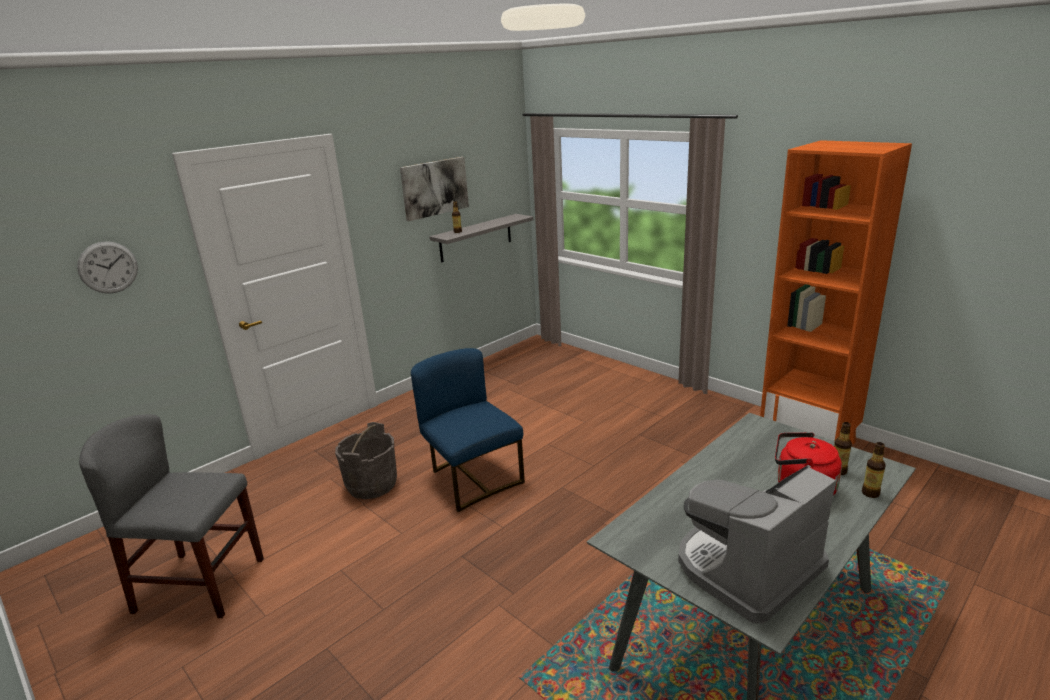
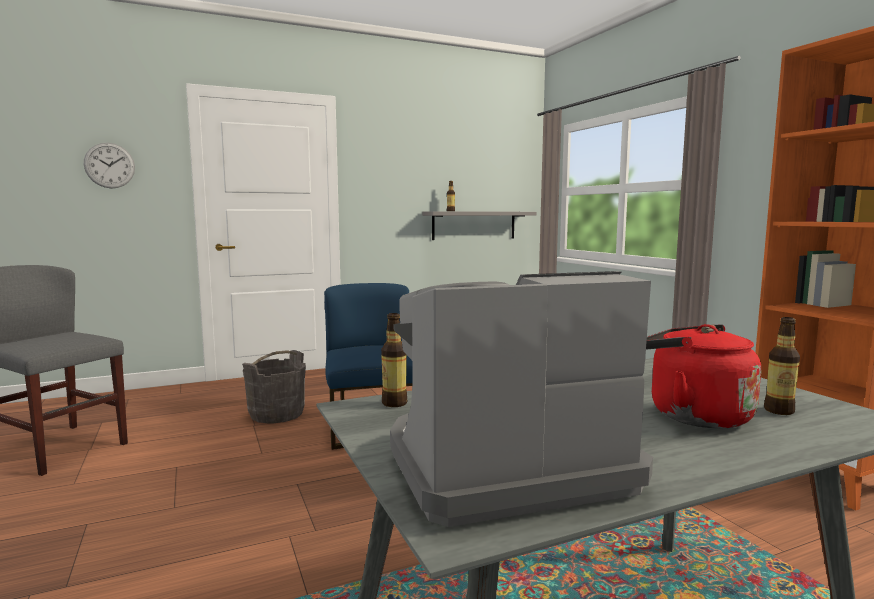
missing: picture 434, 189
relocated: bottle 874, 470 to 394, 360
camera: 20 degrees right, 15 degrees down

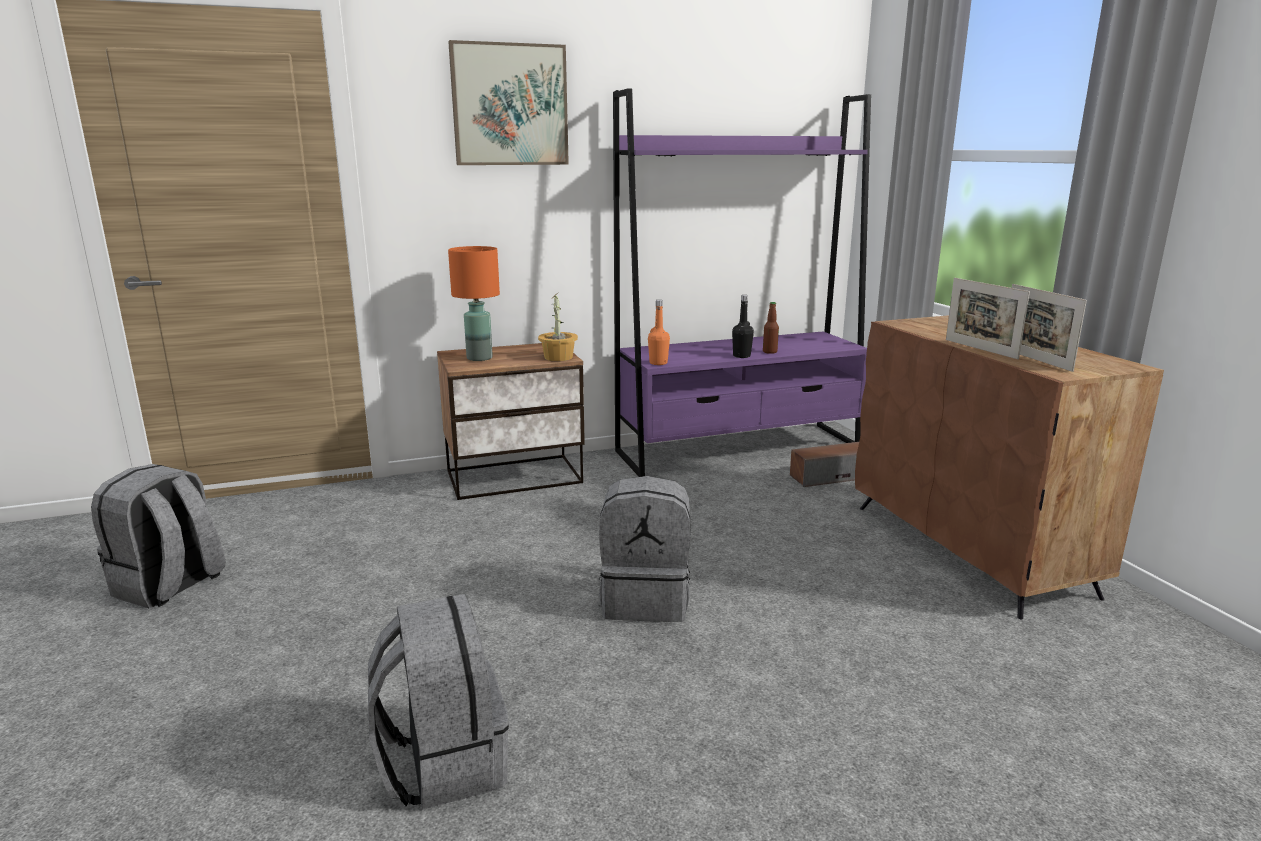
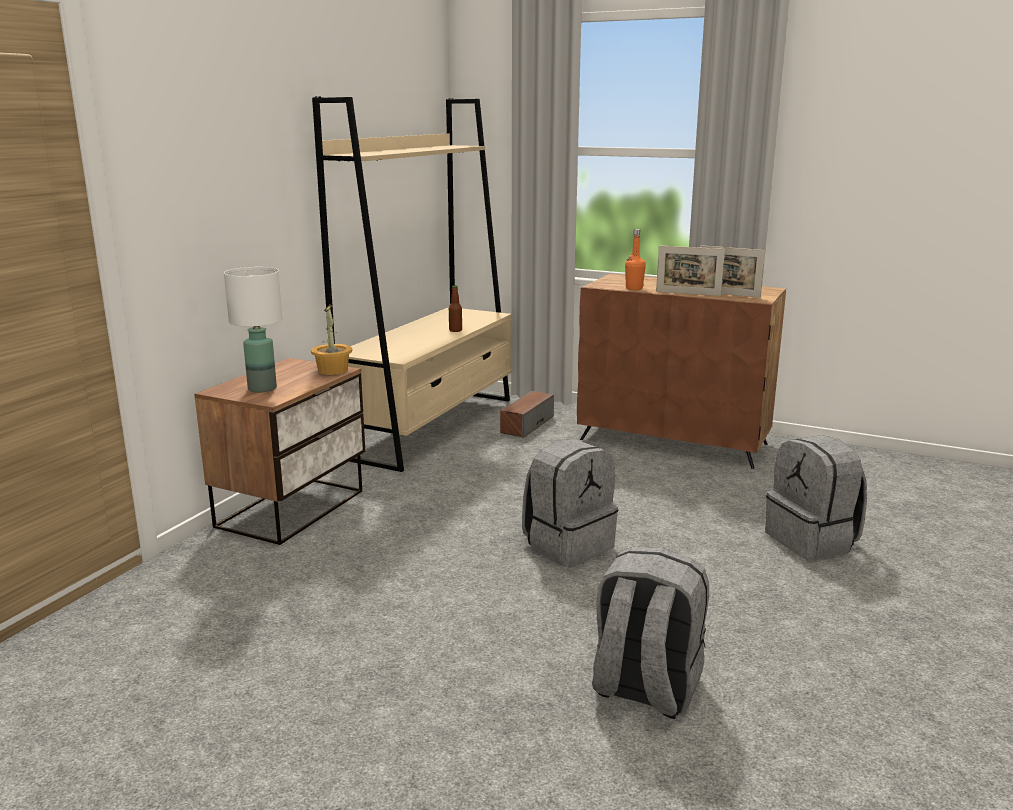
missing: picture 508, 102; bottle in black-coloured 743, 326
relocated: bottle in orange-coloured 659, 332 to 635, 259; knapsack in gray 158, 536 to 816, 497
colour: bookcase in purple 742, 282 to bookcase in sand-coloured 412, 284; lamp for a table in orange-coloured 474, 303 to lamp for a table in white 253, 330
camera: 45 degrees left, 0 degrees up

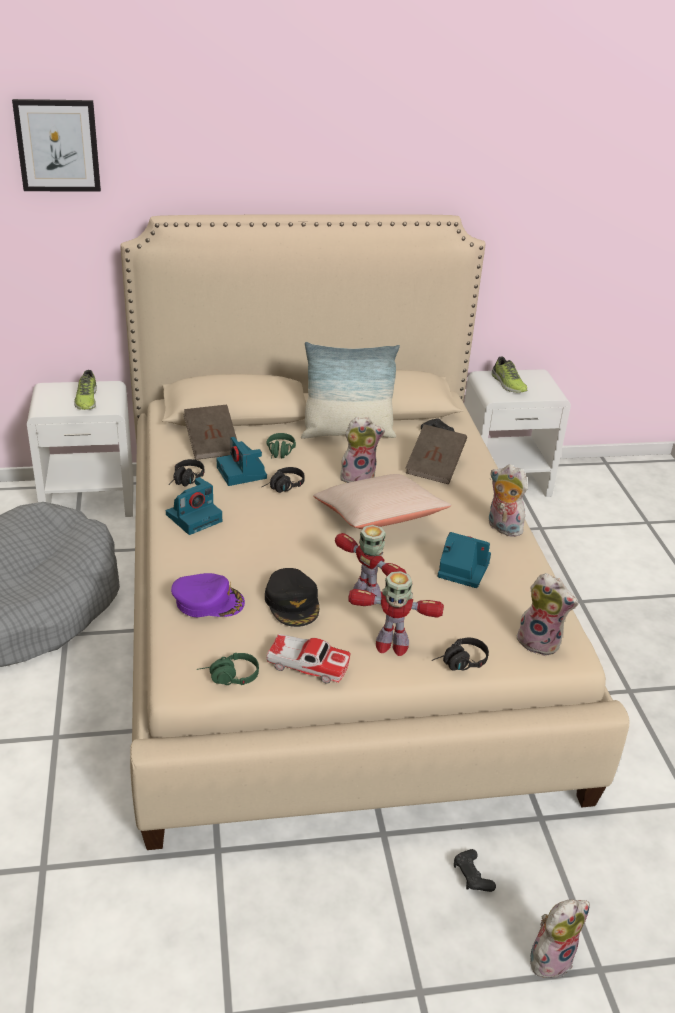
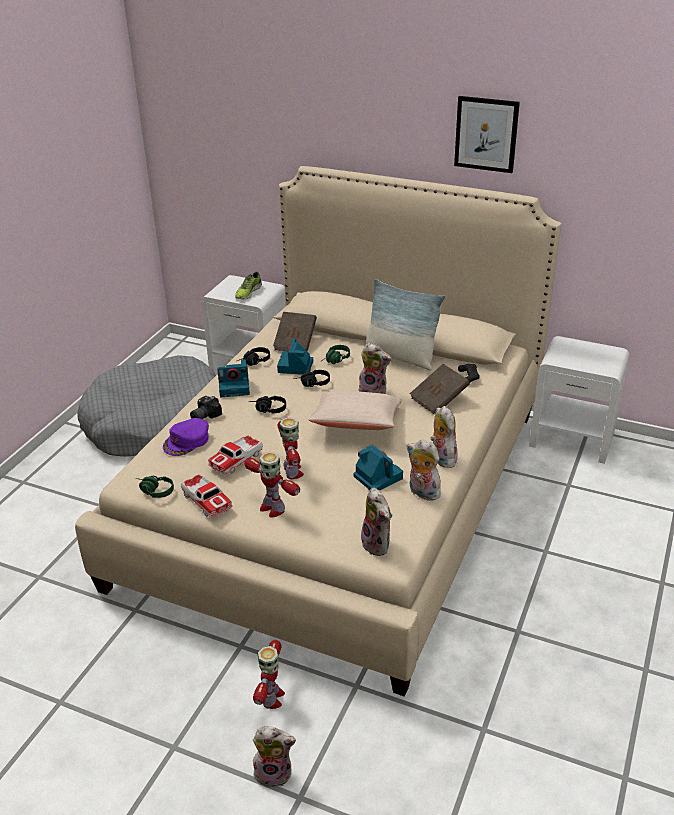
missing: shoe 509, 374
appeared: photo camera 206, 407; soft toy 425, 470
relocated: picture 56, 145 to 487, 134; headphones in black-coloured 460, 654 to 267, 405
exchanged: peaked cap in black-coloured 292, 597 to toy car 235, 455; joypad in black-coloured 475, 870 to robot figure 269, 674
spun: peaked cap in purple 208, 595 = 186, 437 90 degrees clockwise
camera: 35 degrees right, 0 degrees up

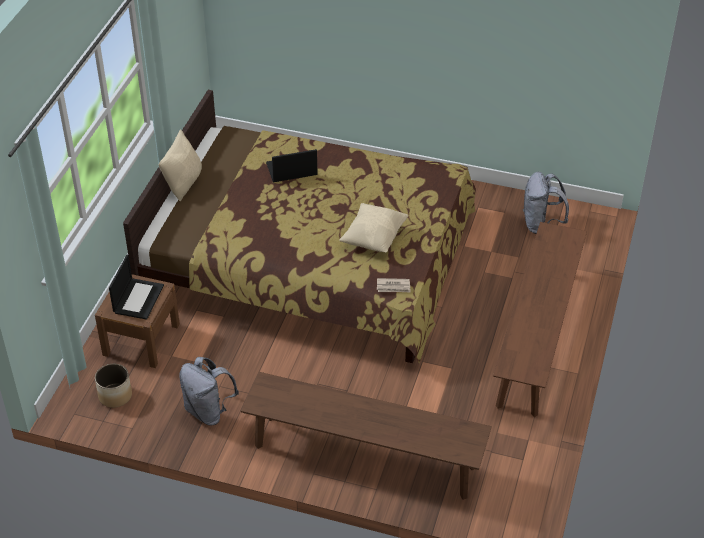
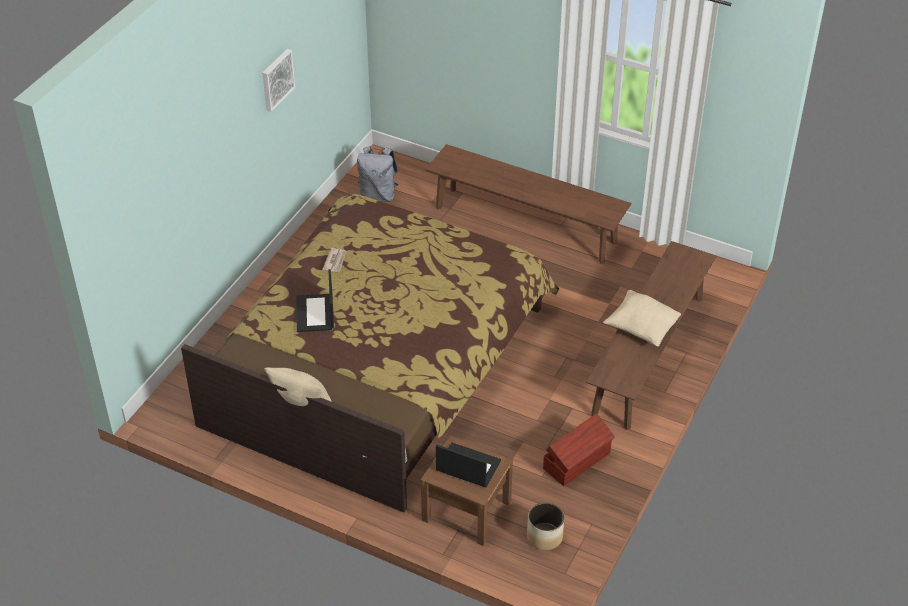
appeared: picture 279, 80
relocated: throw pillow in sand-coloured 373, 227 to 642, 318; daily paper 394, 285 to 334, 260
exchanged: knapsack in gray 209, 391 to storage container in brown-coloured 579, 449
camera: 80 degrees left, 0 degrees up

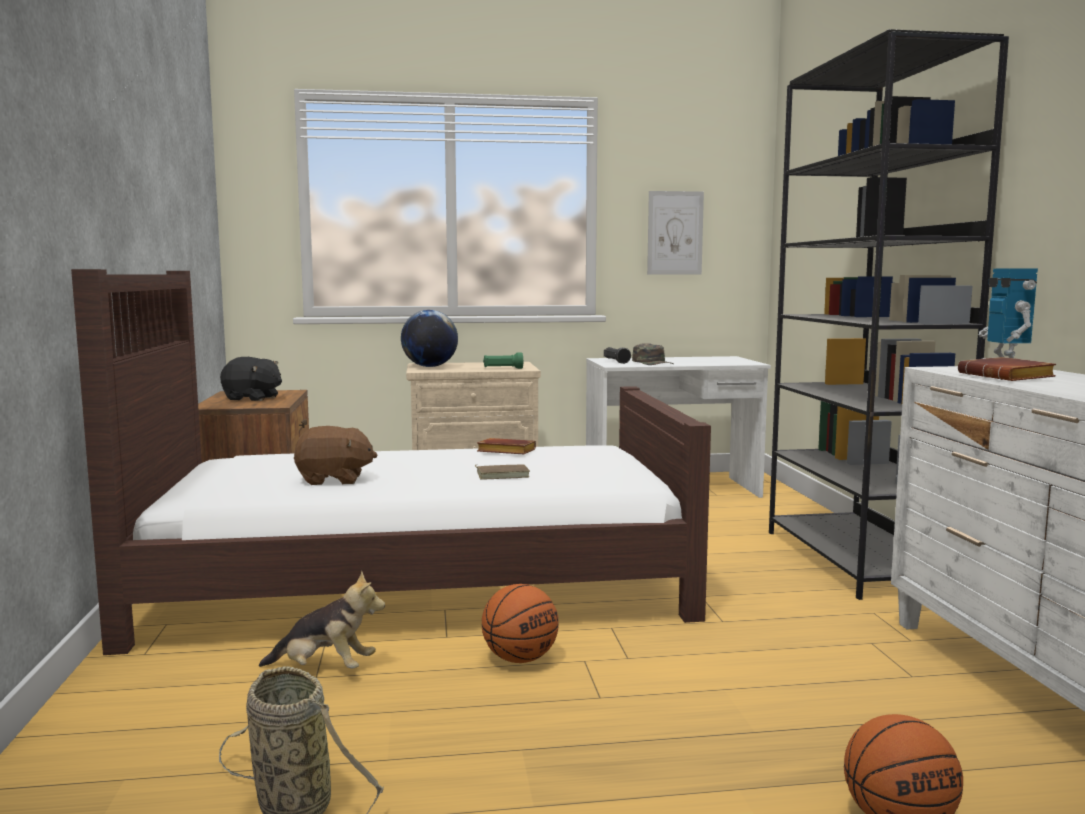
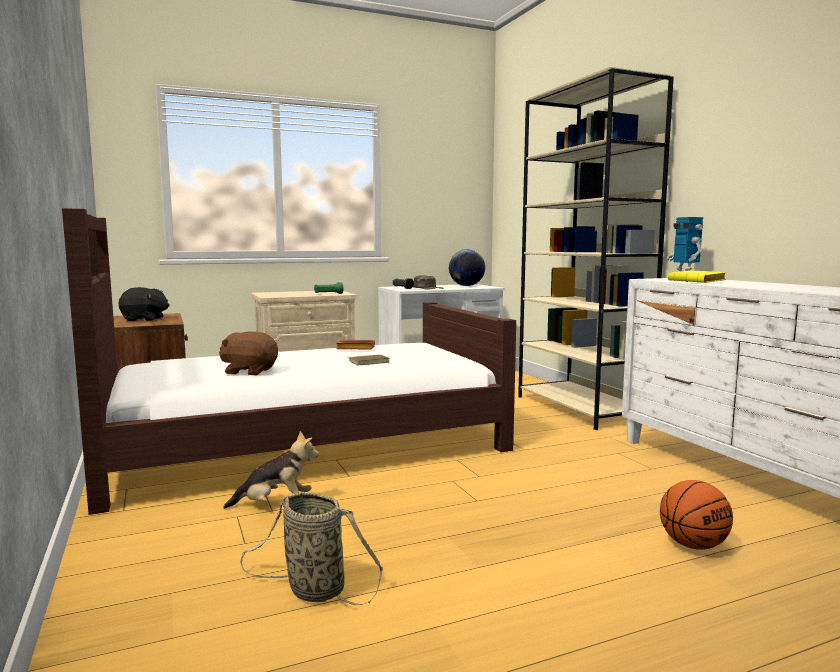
missing: picture 675, 232; basketball 520, 623
relocated: world globe 429, 338 to 467, 267
colour: bookcase in black-coloured 889, 314 to bookcase in sand-coloured 596, 248; book in brown-coloured 1007, 369 to book in yellowish 697, 276
spun: soft toy in brown-coloured 335, 455 = 248, 353 150 degrees counterclockwise
camera: 15 degrees left, 0 degrees up

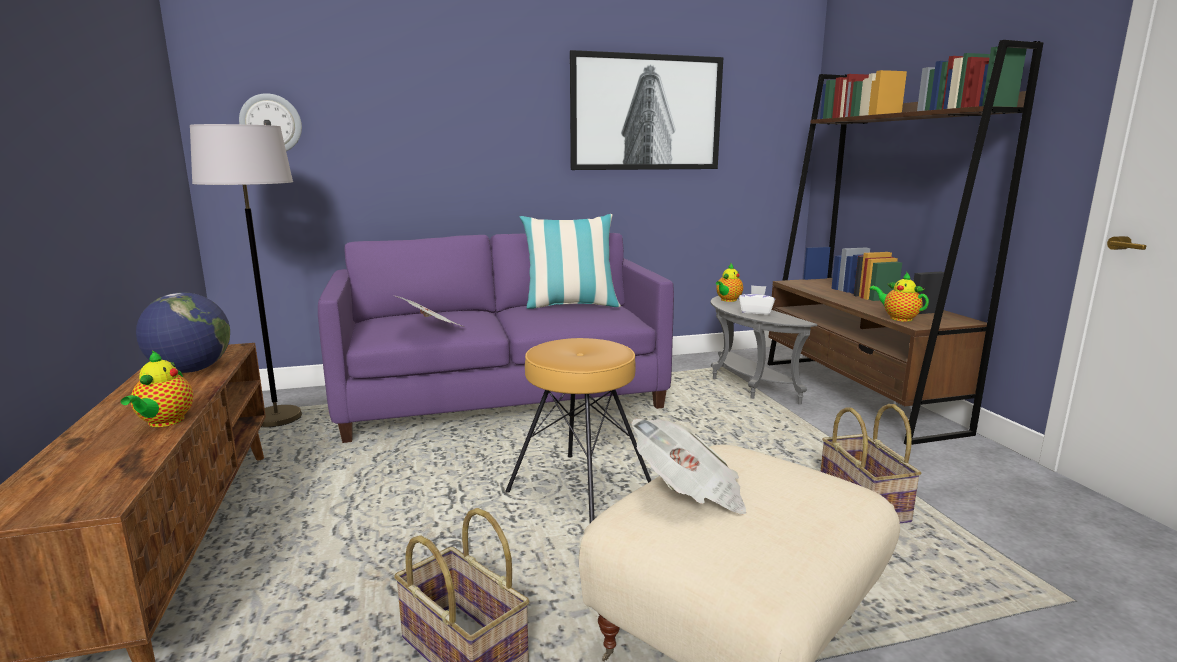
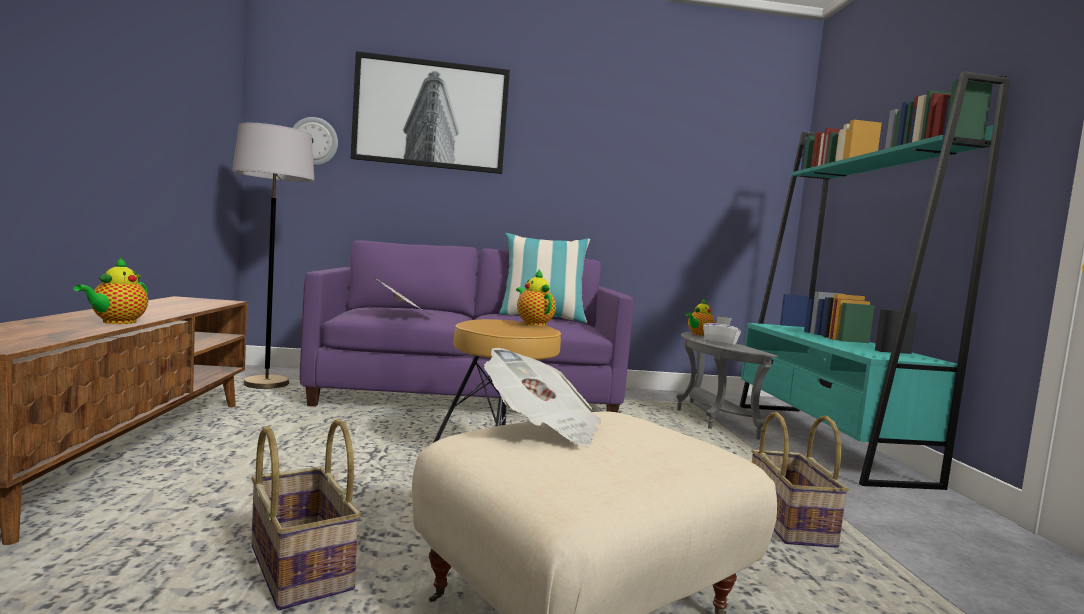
missing: world globe 183, 332
relocated: picture 646, 110 to 430, 112; pot for tea 899, 297 to 536, 298
colour: bookcase in brown-coloured 905, 242 to bookcase in turquoise 875, 281
camera: 10 degrees right, 10 degrees down

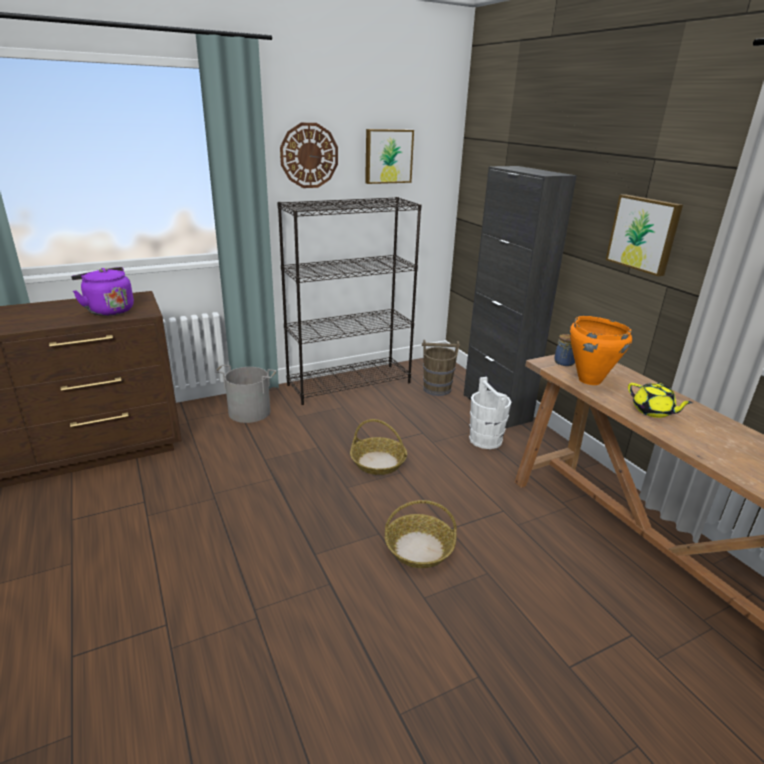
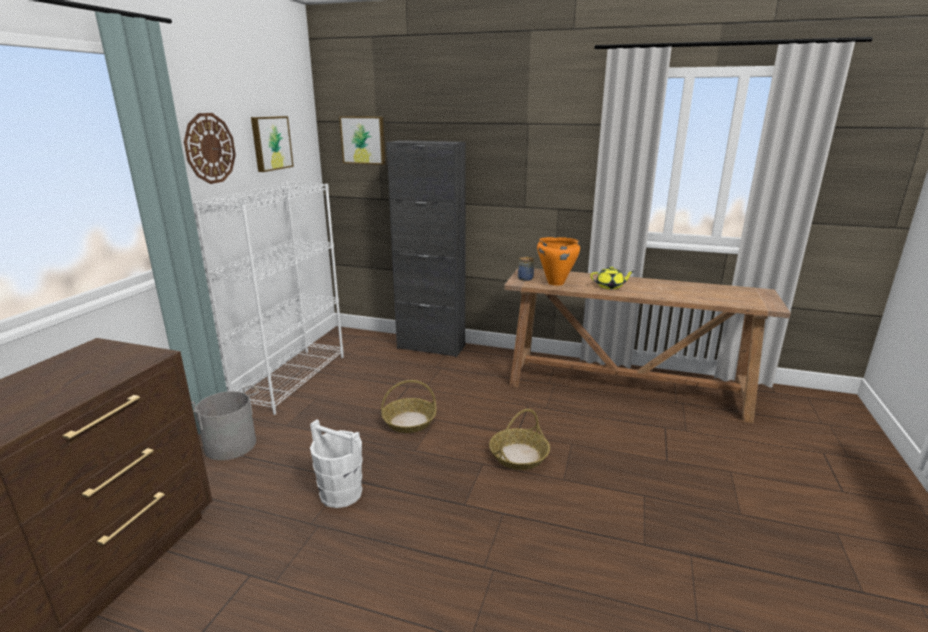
missing: kettle in purple 102, 291; water bucket in brown-coloured 441, 368
relocated: picture 644, 235 to 362, 140; water bucket in white 490, 413 to 336, 463
colour: bookcase in black-coloured 349, 301 to bookcase in white 269, 298
camera: 45 degrees left, 5 degrees down

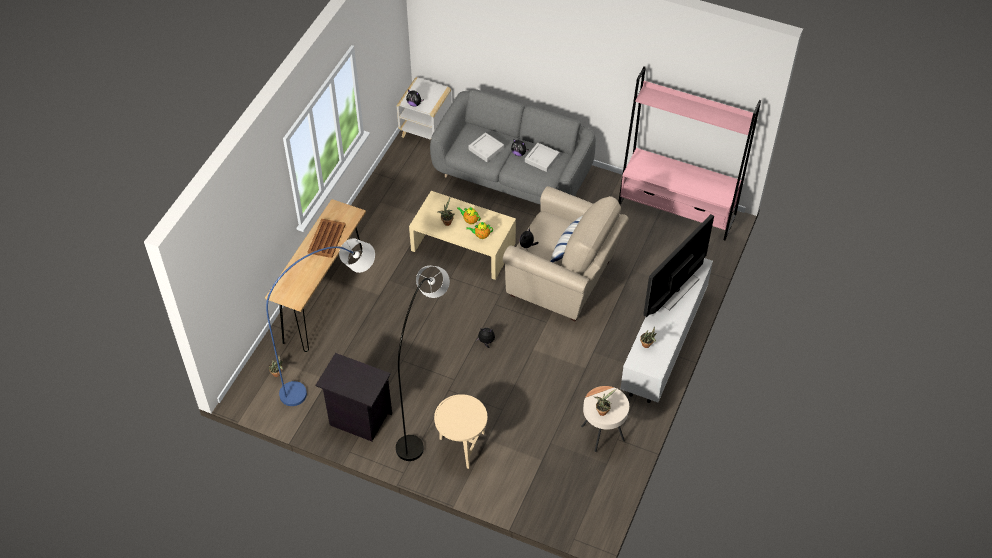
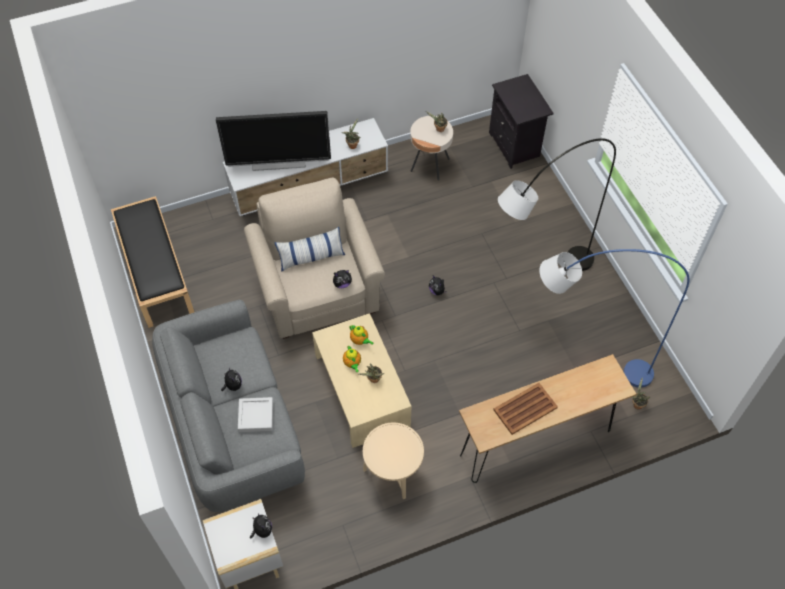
missing: serving tray in gray 542, 157
relocated: night table in black-coloured 353, 397 to 521, 121; accent table in sand-coloured 460, 431 to 393, 461
exchanged: bookcase in pink-coloured 689, 153 to bench in black-coloured 152, 262
camera: 135 degrees left, 5 degrees up

